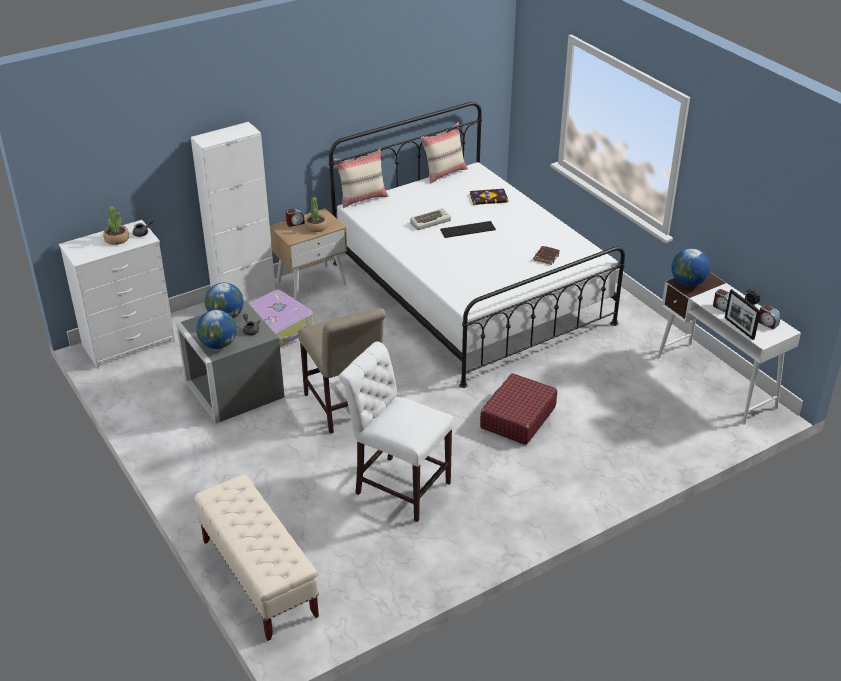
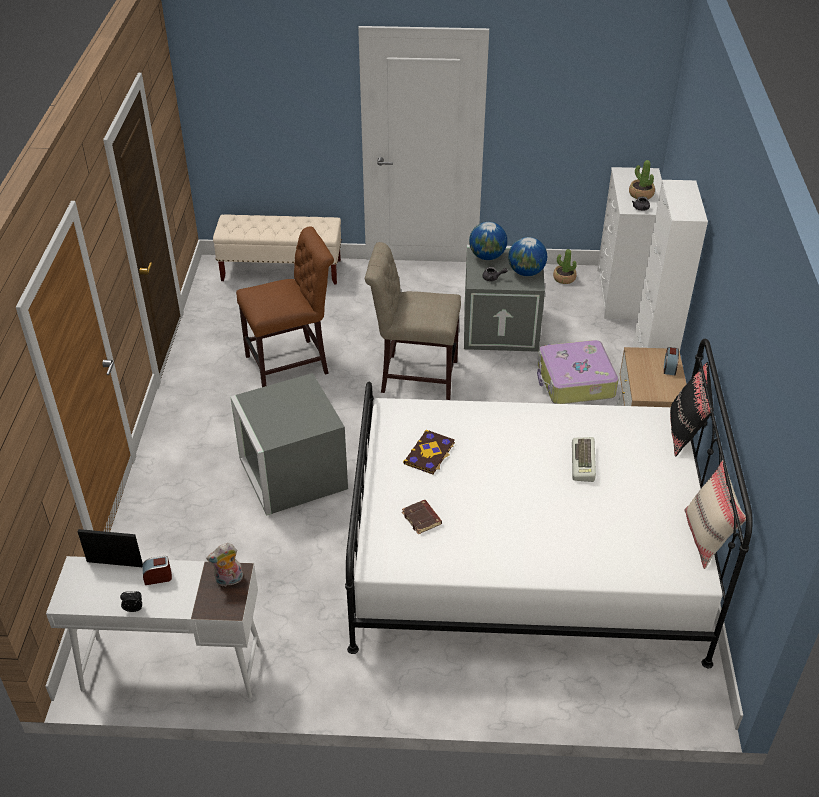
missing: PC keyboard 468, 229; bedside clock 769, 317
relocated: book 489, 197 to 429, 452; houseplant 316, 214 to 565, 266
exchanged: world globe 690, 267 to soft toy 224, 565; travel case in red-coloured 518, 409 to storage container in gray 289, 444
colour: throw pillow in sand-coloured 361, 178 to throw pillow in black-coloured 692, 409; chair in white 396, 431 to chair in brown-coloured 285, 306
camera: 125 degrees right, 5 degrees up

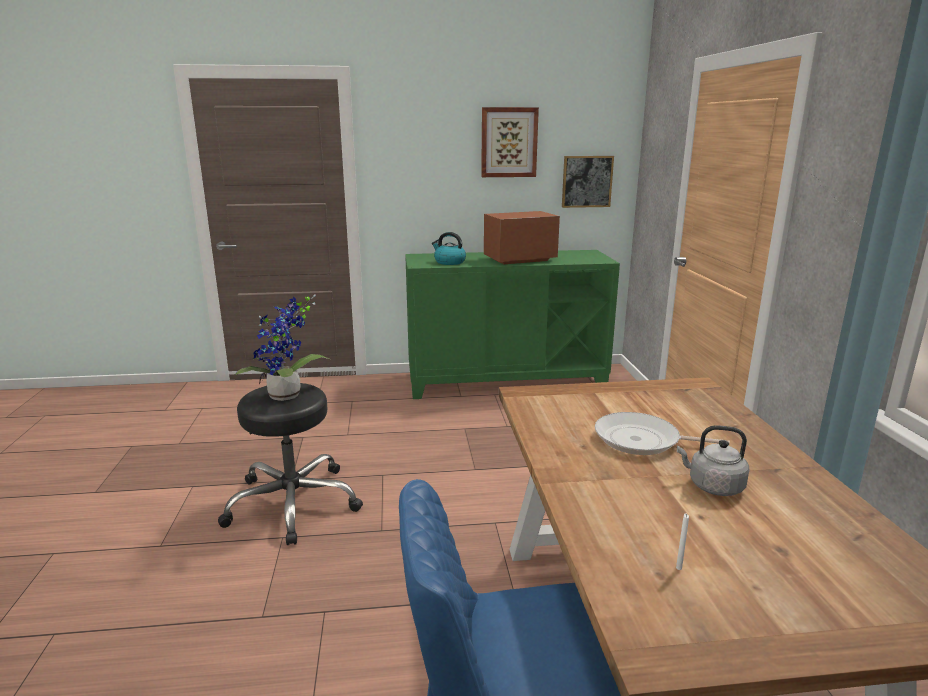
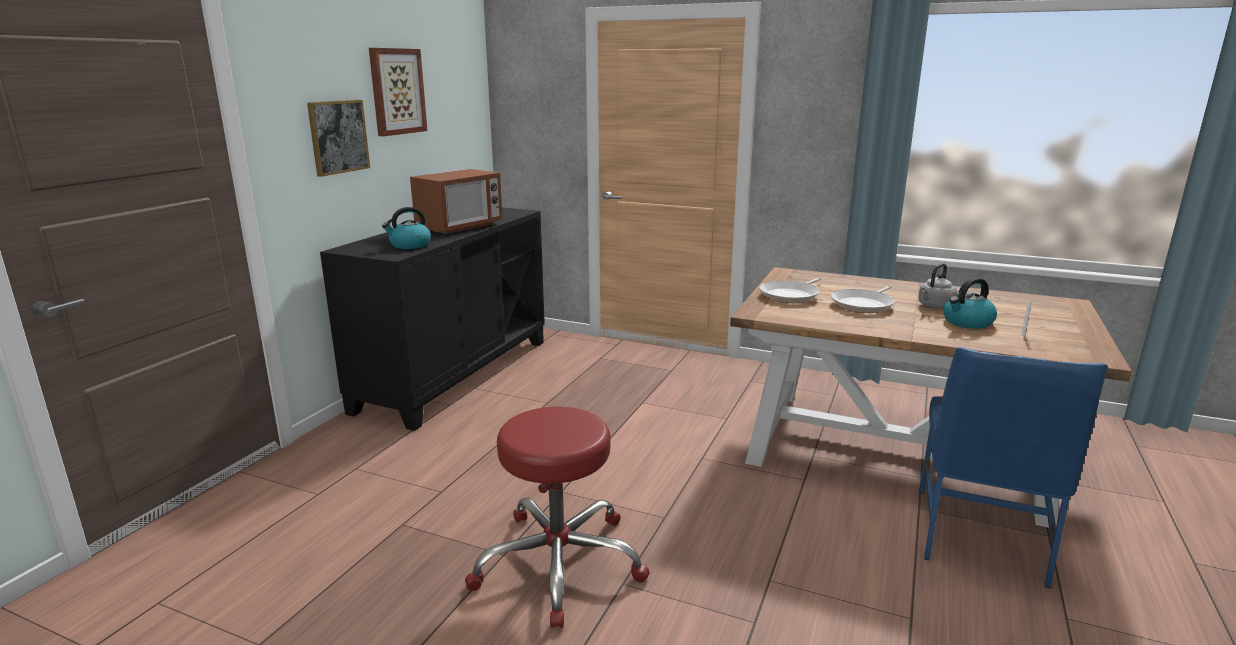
missing: houseplant 282, 348
appeared: skillet 790, 290; kettle 970, 303
relocated: picture 588, 182 to 338, 138
colour: cabinet in green-coloured 512, 324 to cabinet in black-coloured 432, 319; sitting stool in black-coloured 290, 464 to sitting stool in red-coloured 557, 517
spun: microwave 522, 237 = 456, 201 150 degrees counterclockwise
camera: 60 degrees left, 0 degrees up

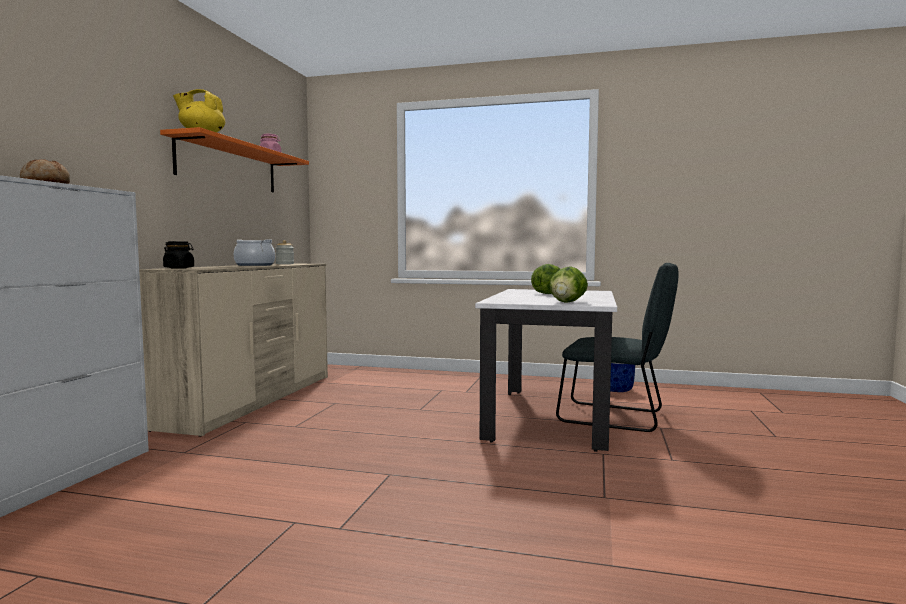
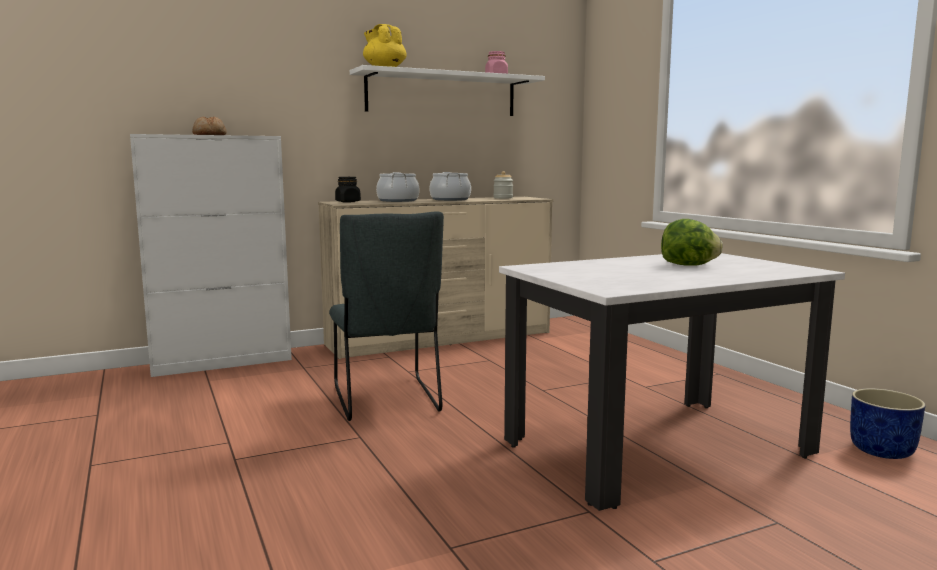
missing: lettuce 568, 284
appeared: saucepot 397, 187
relocated: chair in gray 617, 347 to 386, 316
colour: shelf in orange-coloured 234, 159 to shelf in white 447, 90
camera: 50 degrees right, 5 degrees up

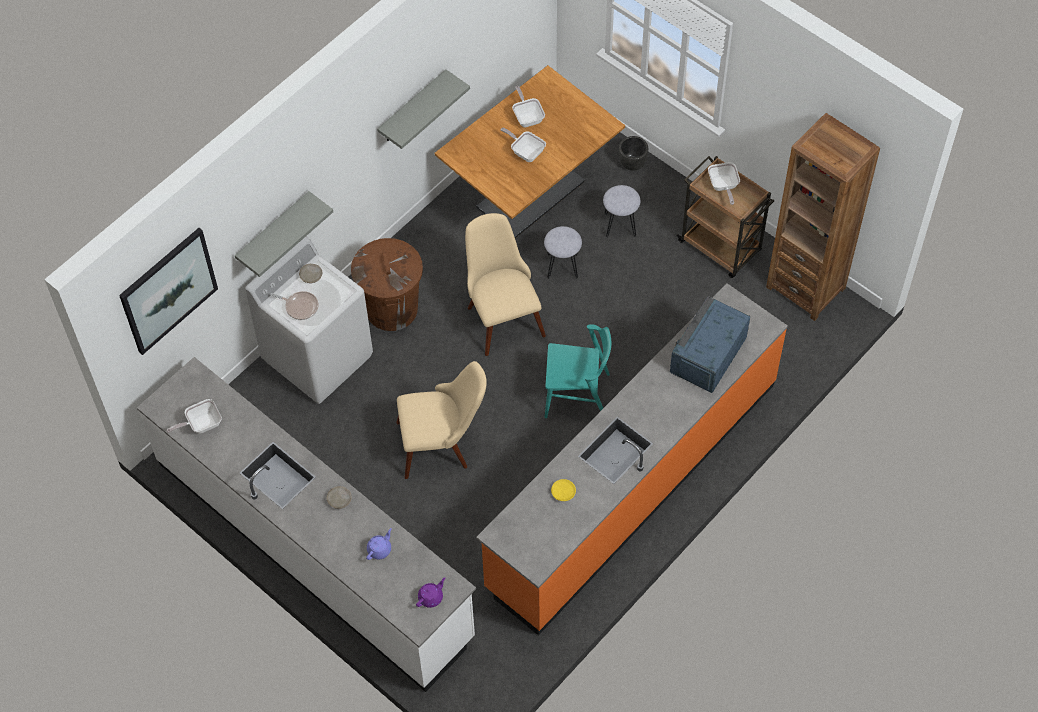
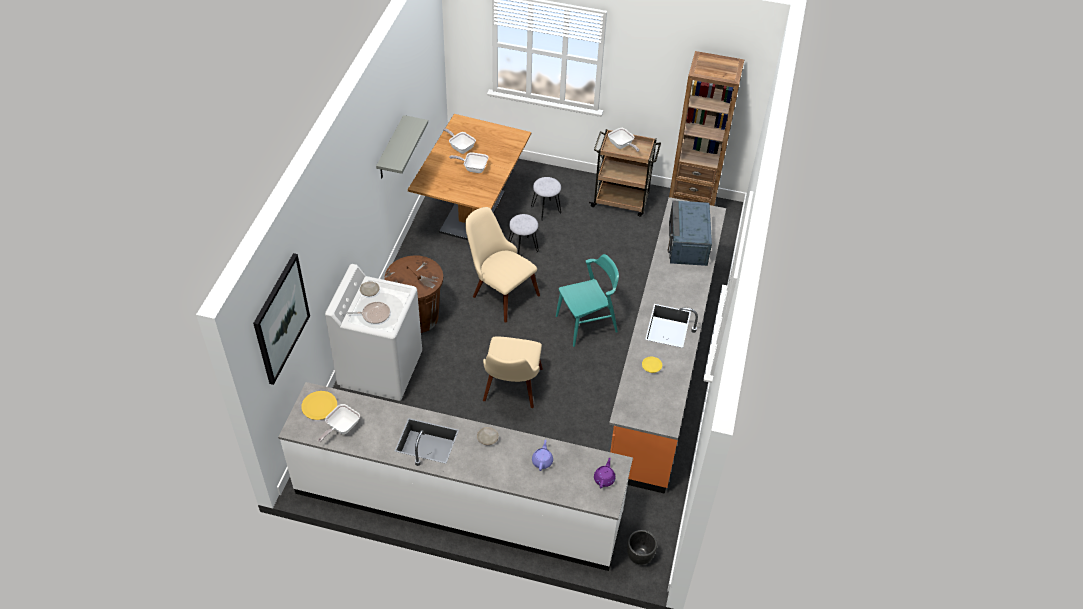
missing: shelf in gray 284, 234
appeared: plate in yellowish 319, 405
relocated: plant pot in black-coloured 633, 153 to 642, 547
spun: chair in sand-coloured 441, 420 = 513, 372 135 degrees clockwise
camera: 30 degrees left, 10 degrees down

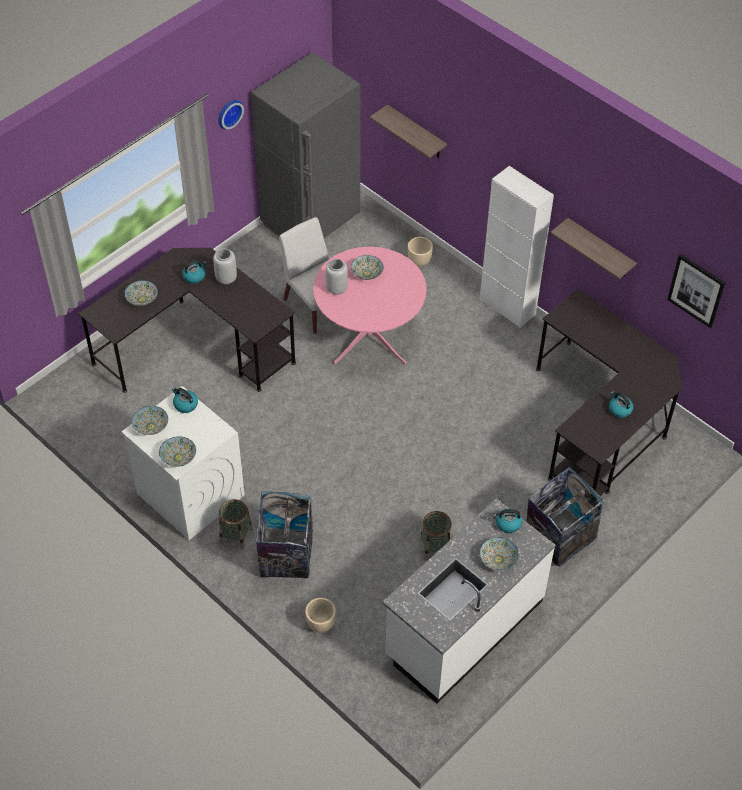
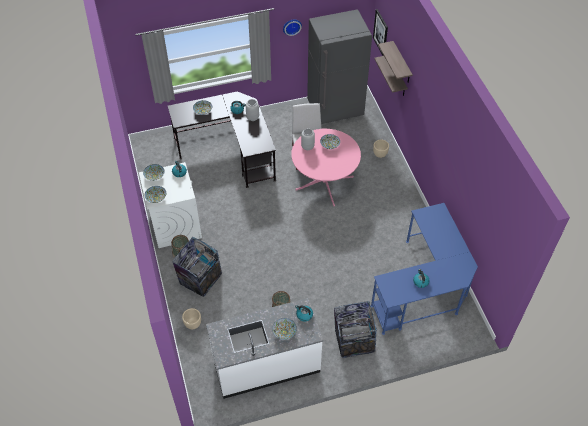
missing: cabinet in white 517, 247
relocated: shelf 593, 248 to 395, 62; picture 696, 291 to 380, 32
colour: desk unit in black-coloured 609, 392 to desk unit in bluish 424, 269
camera: 30 degrees right, 0 degrees up

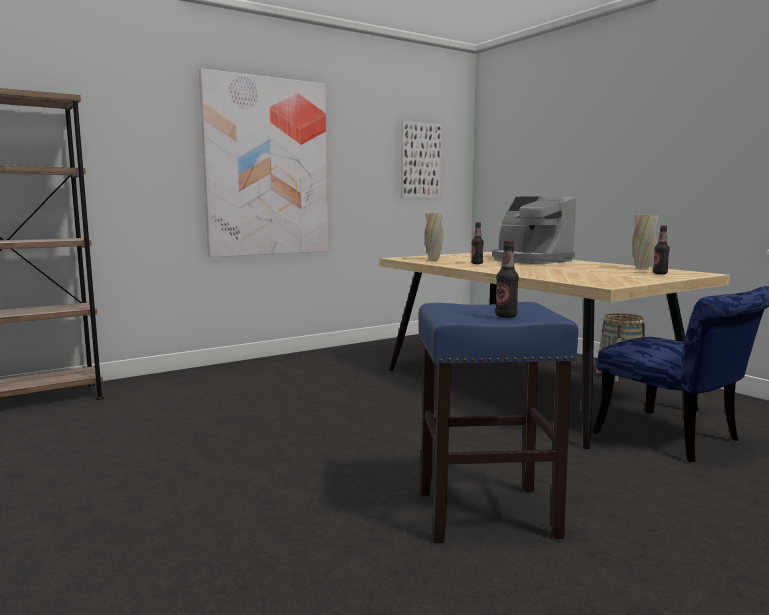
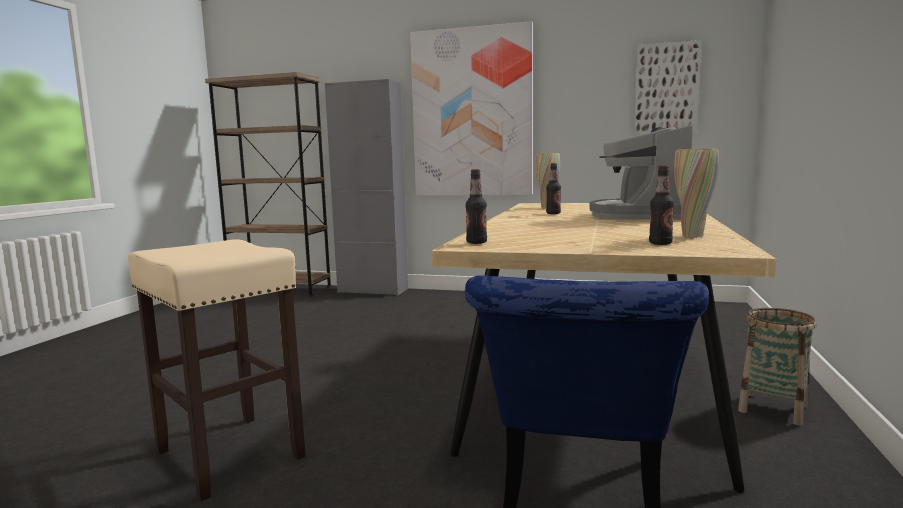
appeared: cabinet in gray 366, 187
relocated: bottle 507, 279 to 476, 206
colour: sitting stool in bluish 499, 422 to sitting stool in sand-coloured 217, 370
camera: 50 degrees right, 0 degrees up

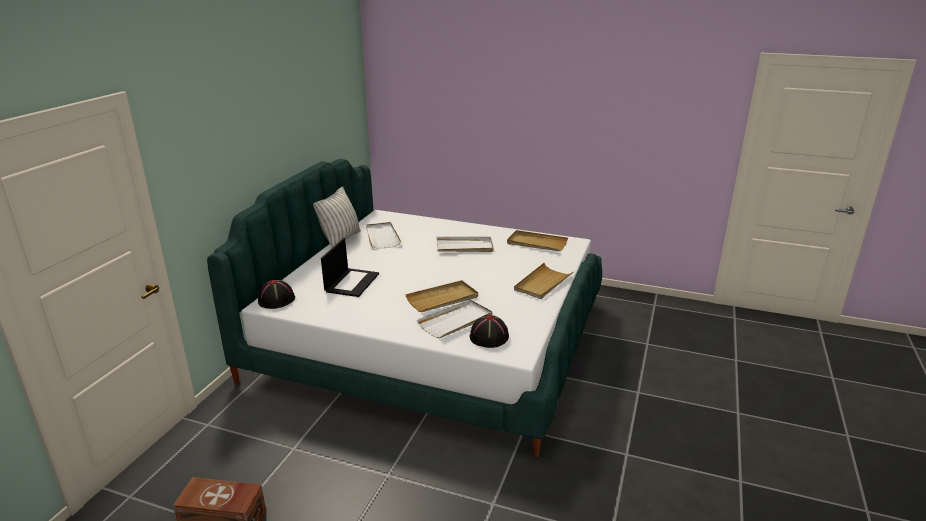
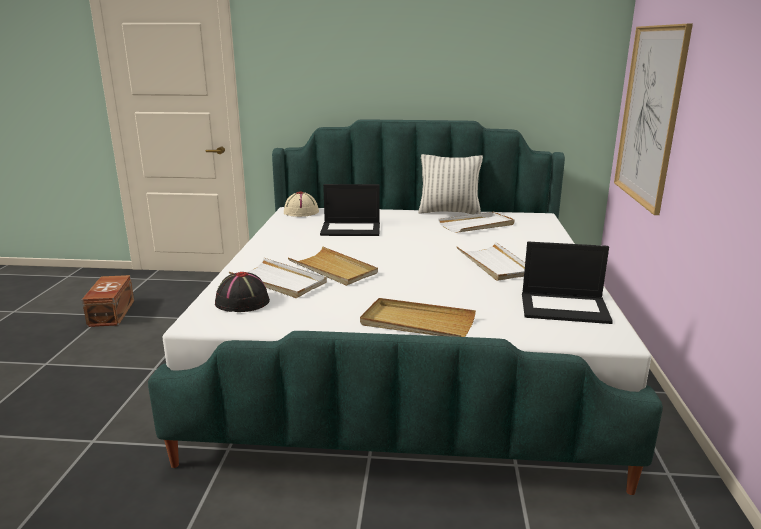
appeared: picture 653, 119
exchanged: serving tray in sand-coloured 537, 240 to notebook computer 567, 283
colour: hat in black-coloured 276, 294 to hat in sand-coloured 301, 204
camera: 75 degrees right, 5 degrees down

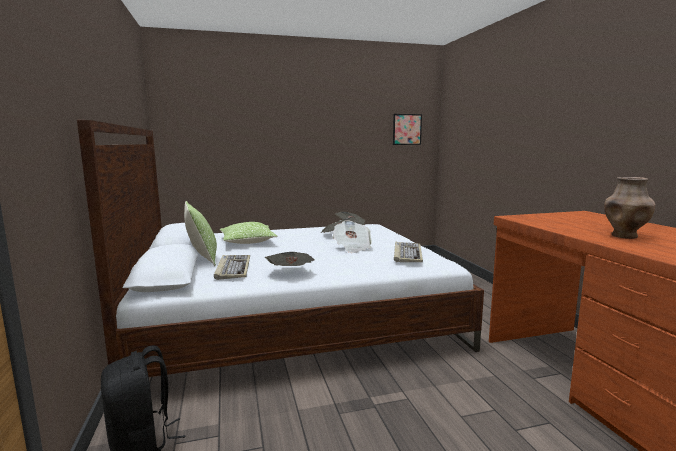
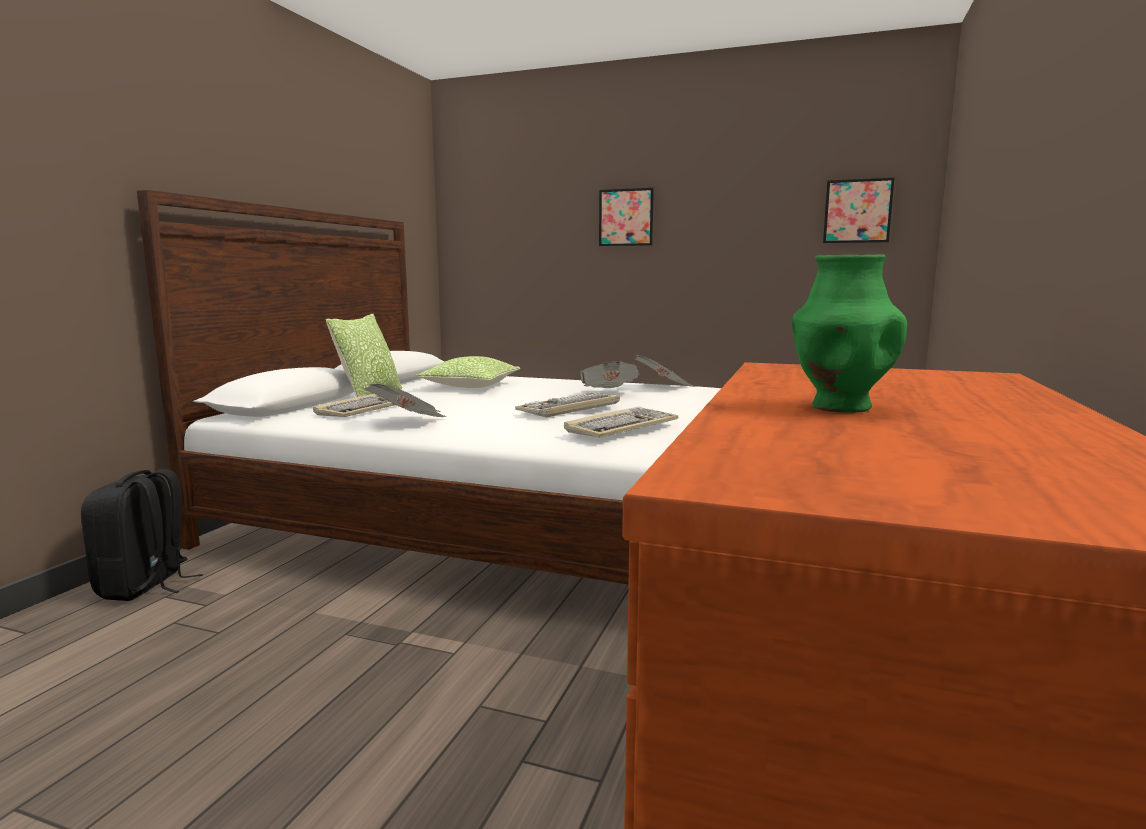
appeared: picture 626, 217
exchanged: daily paper 352, 236 to PC keyboard 567, 405
colour: vase in brown-coloured 629, 208 to vase in green-coloured 849, 333
camera: 35 degrees right, 0 degrees up

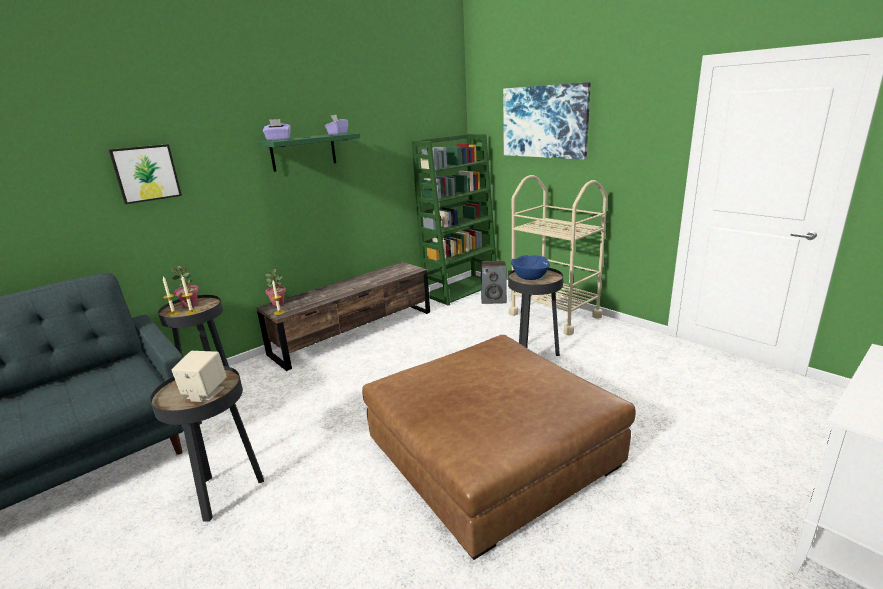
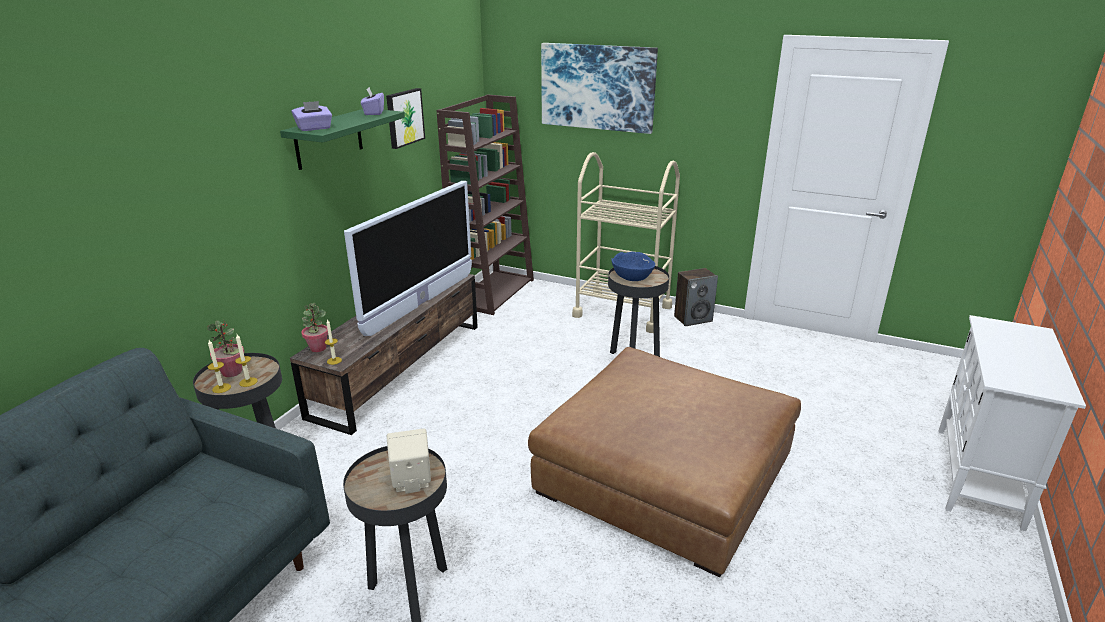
appeared: TV set 408, 258
relocated: picture 145, 174 to 405, 118; loudspeaker 494, 282 to 696, 297
colour: bookcase in green-coloured 454, 220 to bookcase in brown-coloured 485, 204
camera: 25 degrees left, 5 degrees up

